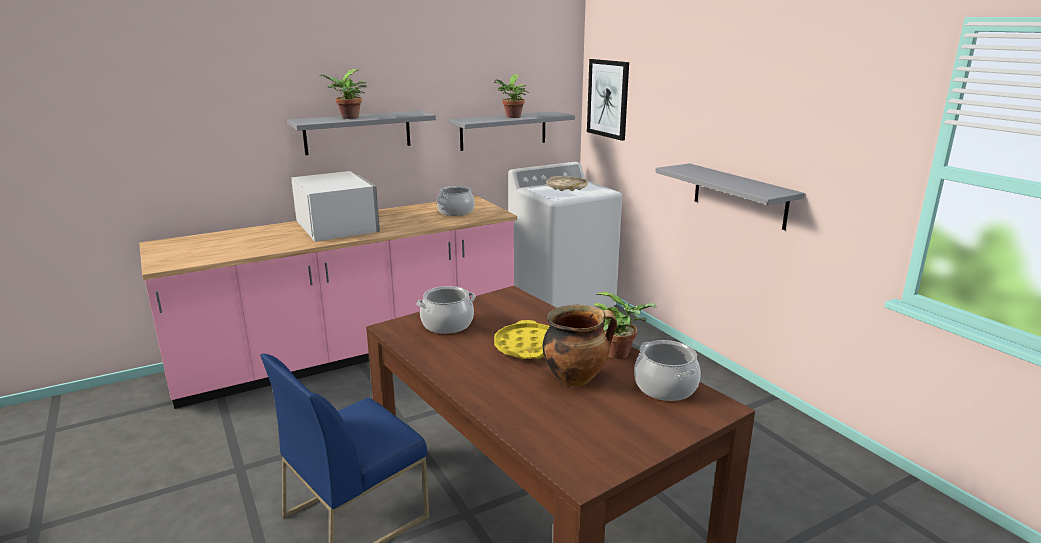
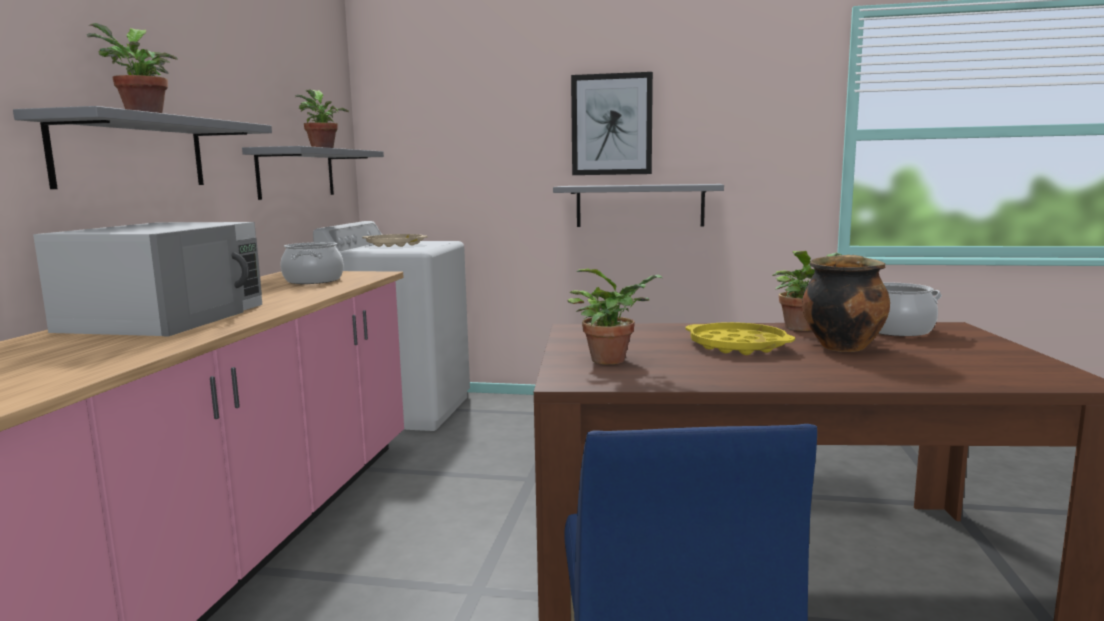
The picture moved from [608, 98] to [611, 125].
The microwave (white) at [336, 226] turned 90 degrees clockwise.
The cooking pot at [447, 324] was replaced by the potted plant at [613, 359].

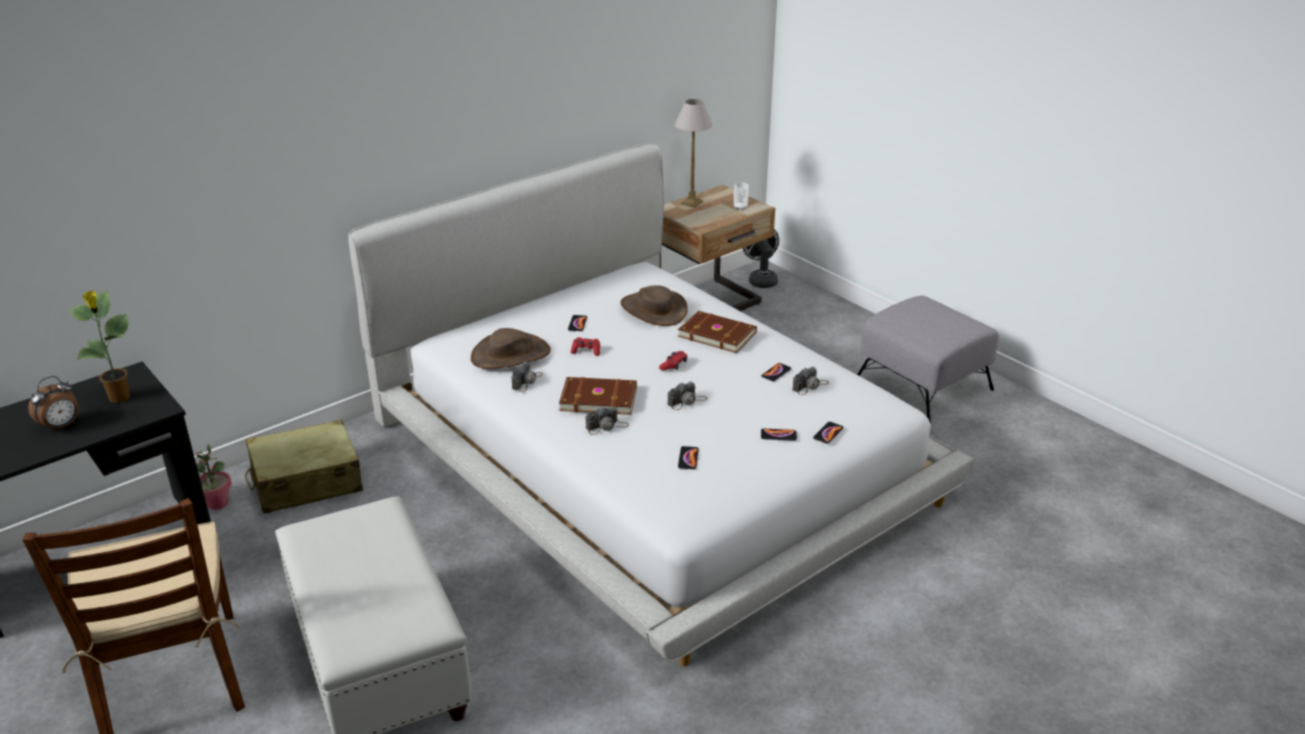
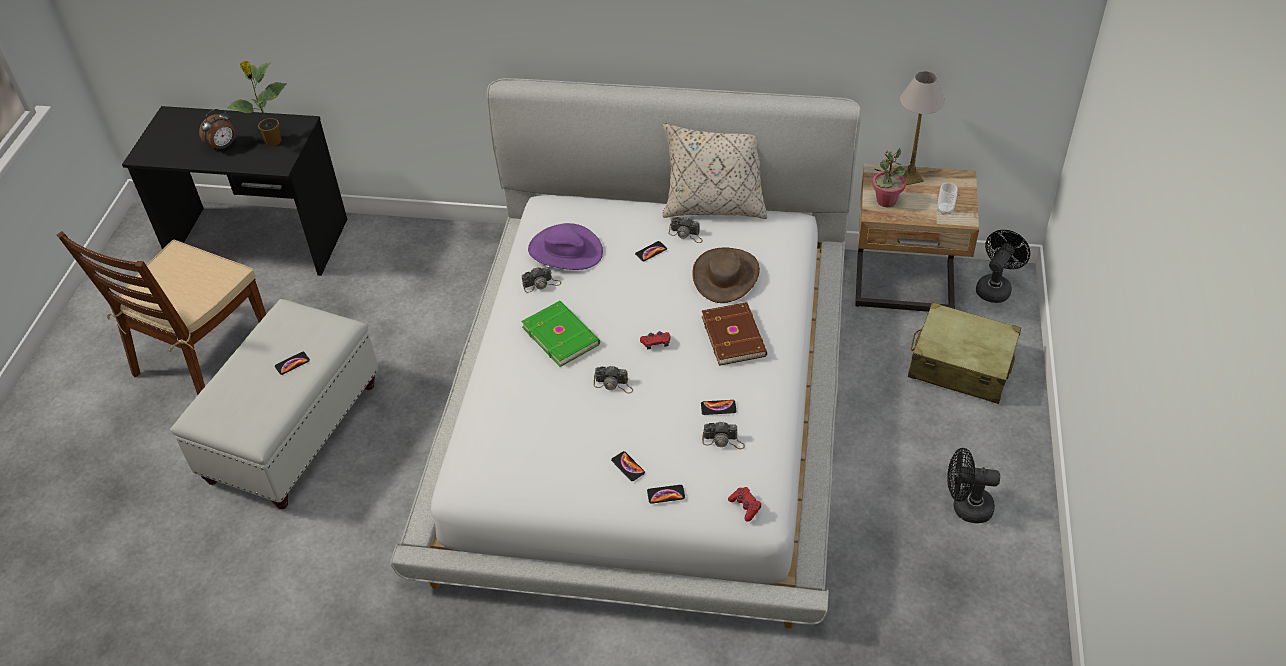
The ottoman (grey) at [923, 386] was replaced by the fan (black) at [965, 507].
The hat (brown) at [510, 355] became the hat (purple) at [565, 251].
The game controller (red) moved from [586, 351] to [745, 506].
The alarm clock at [61, 426] turned 45 degrees counterclockwise.
The book (brown) at [598, 398] became the book (green) at [561, 335].
The photo camera moved from [607, 426] to [686, 234].
The suitcase (beige) moved from [306, 482] to [960, 365].
The potted plant moved from [217, 503] to [886, 201].
The phone moved from [688, 458] to [292, 363].
The pillow (beige) at [714, 207] appeared.

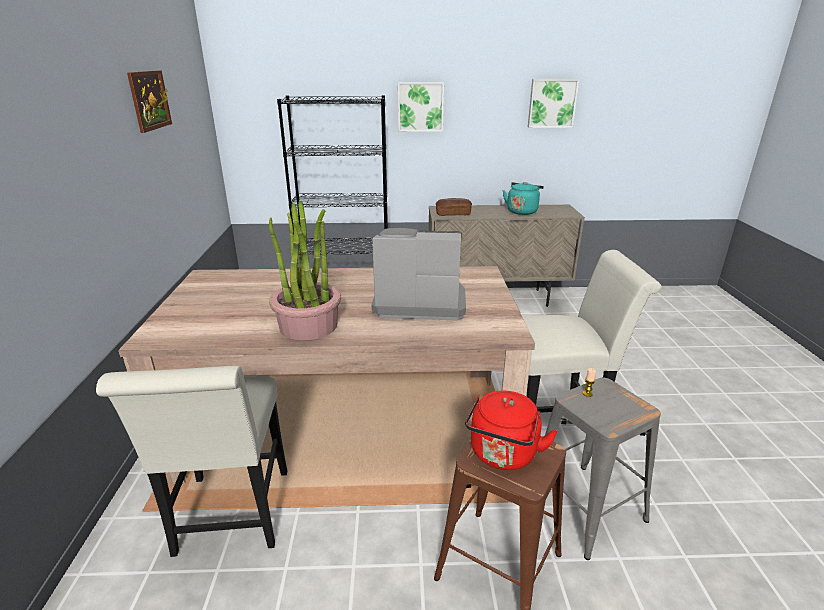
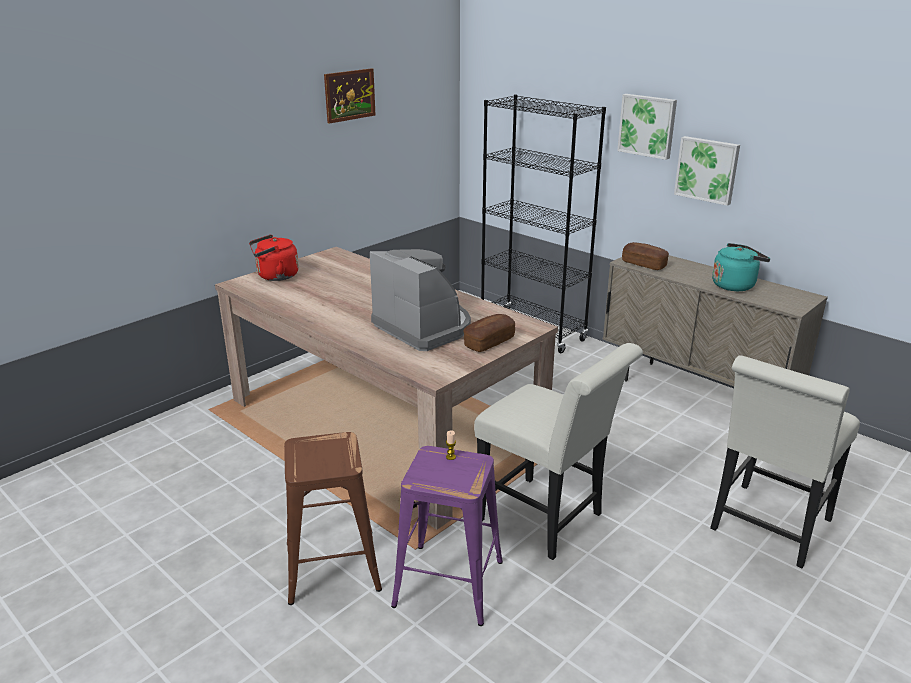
The picture moved from [552, 103] to [707, 169].
The potted plant at [308, 326] disappeared.
The chair (white) moved from [231, 519] to [767, 529].
The stool (grey) at [584, 507] became the stool (purple) at [449, 582].
The kettle (red) moved from [503, 455] to [275, 276].
The bread at [489, 342] appeared.

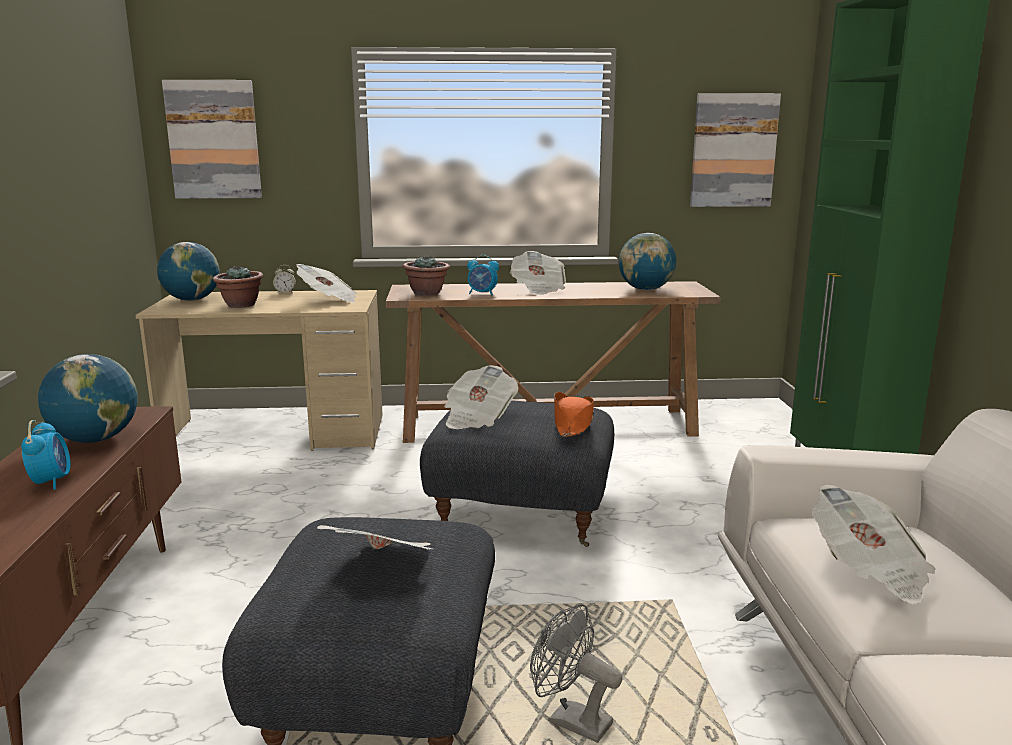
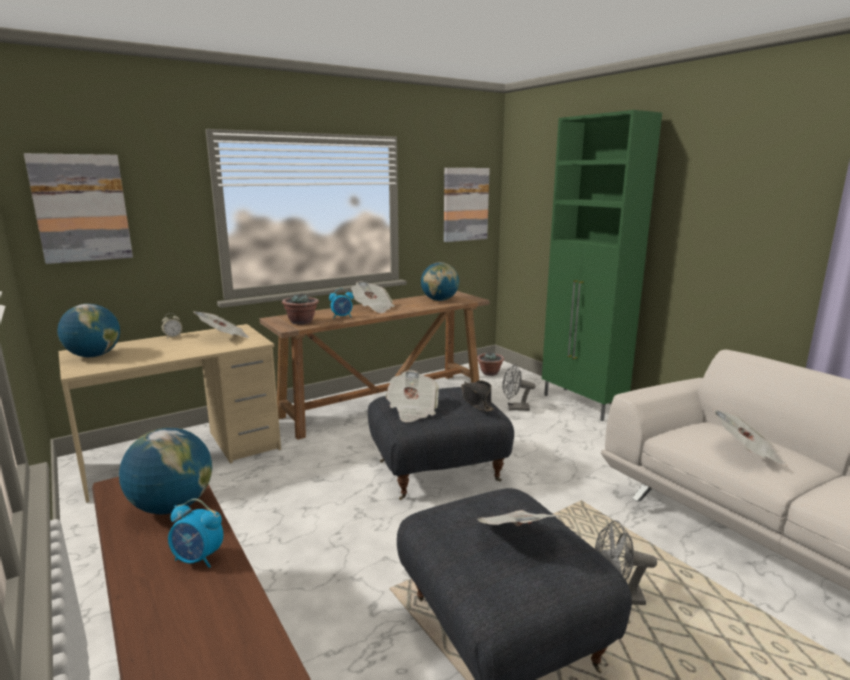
The potted plant moved from [240, 305] to [490, 373].
The hat (orange) at [573, 424] became the hat (black) at [476, 401].
The alarm clock at [51, 482] turned 150 degrees clockwise.
The fan (grey) at [515, 408] appeared.

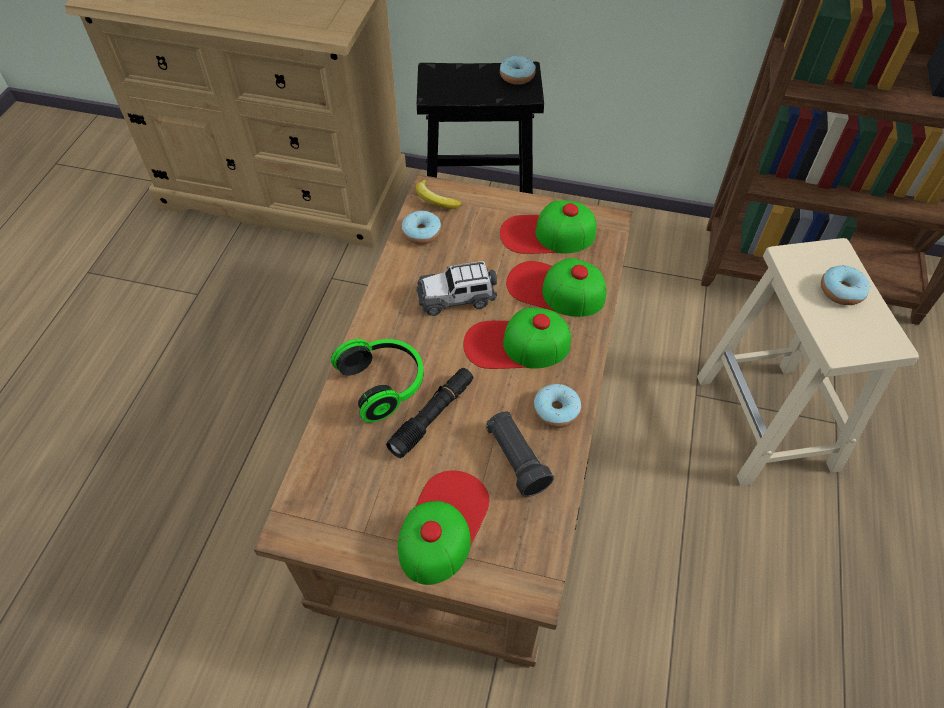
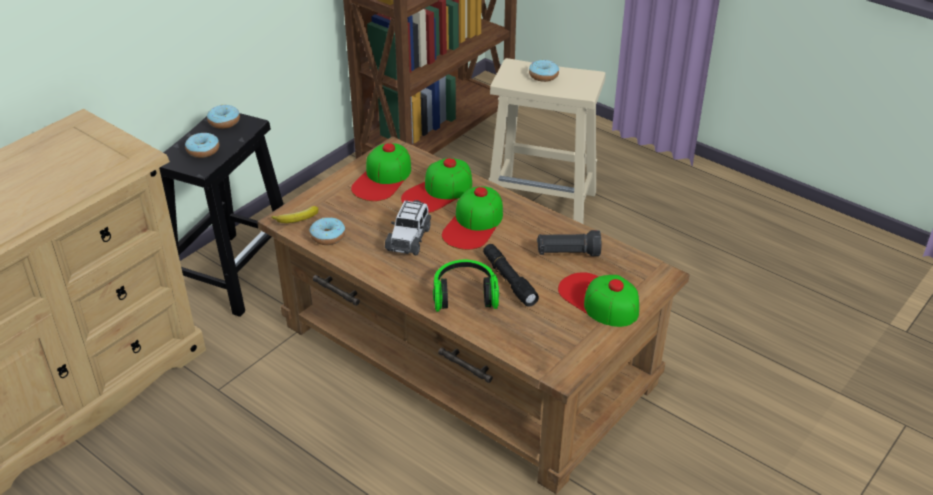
The donut moved from [556, 410] to [203, 150].

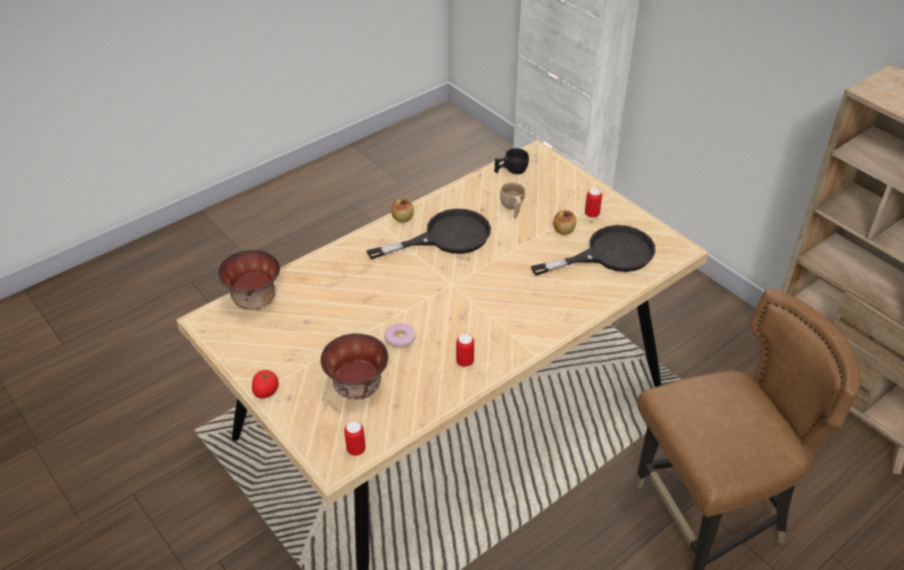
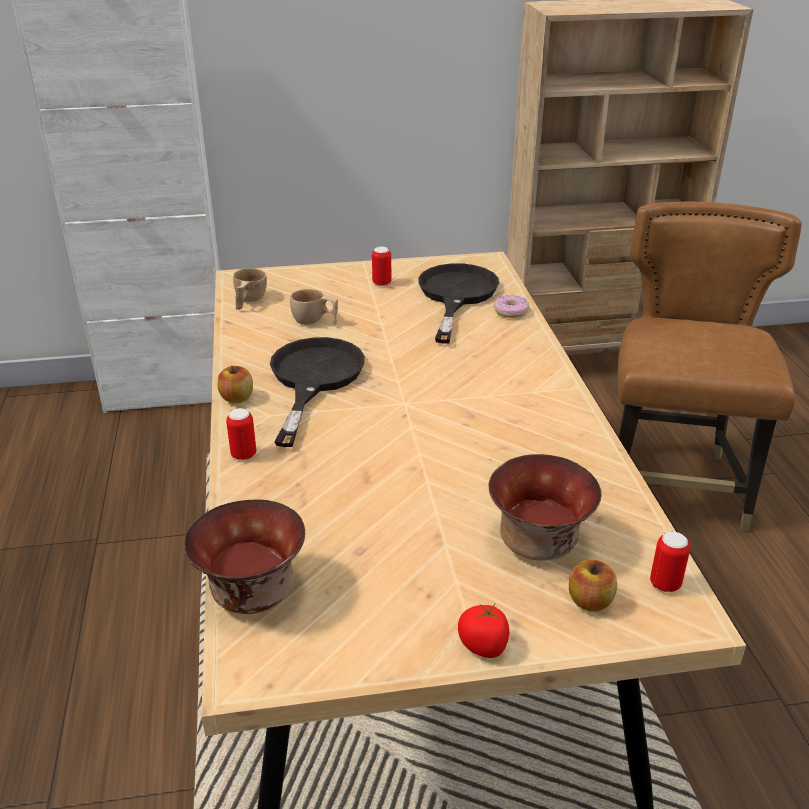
The cup (black) at [510, 171] became the cup (beige) at [248, 301].
The apple moved from [563, 230] to [590, 601].
The donut moved from [400, 339] to [510, 311].
The can moved from [465, 361] to [243, 455].

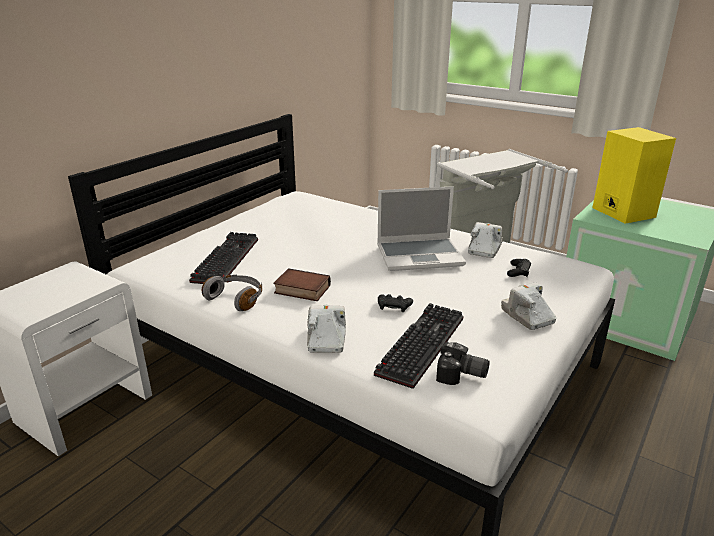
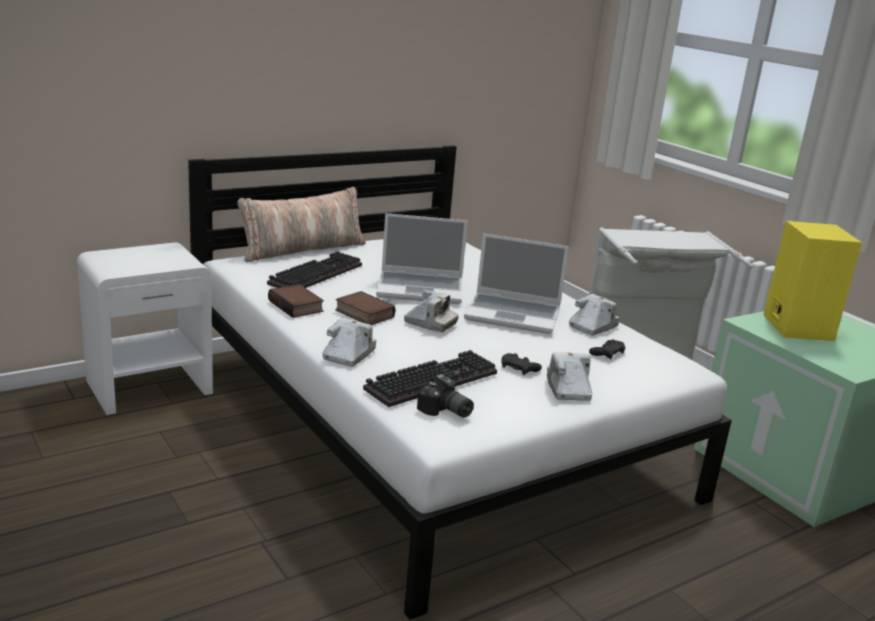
The headphones (grey) at [236, 299] was replaced by the book at [297, 306].
The game controller (black) moved from [394, 306] to [519, 368].
The pillow at [302, 250] appeared.
The laptop at [421, 289] appeared.
The photo camera at [430, 323] appeared.

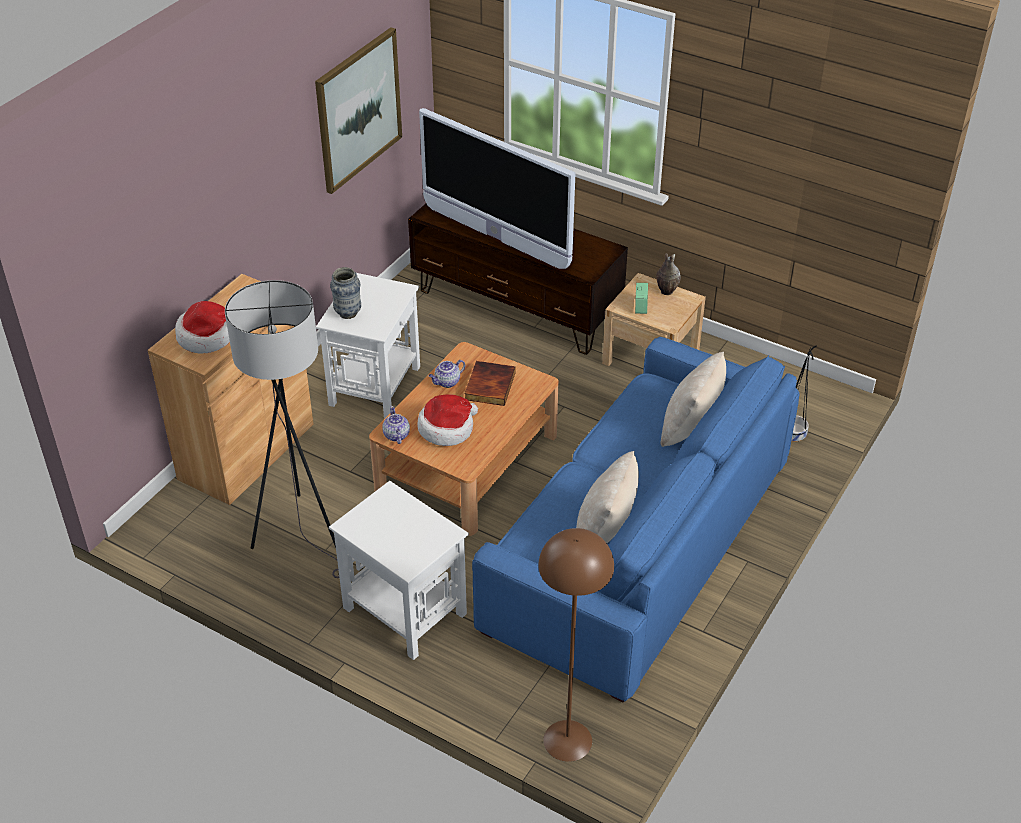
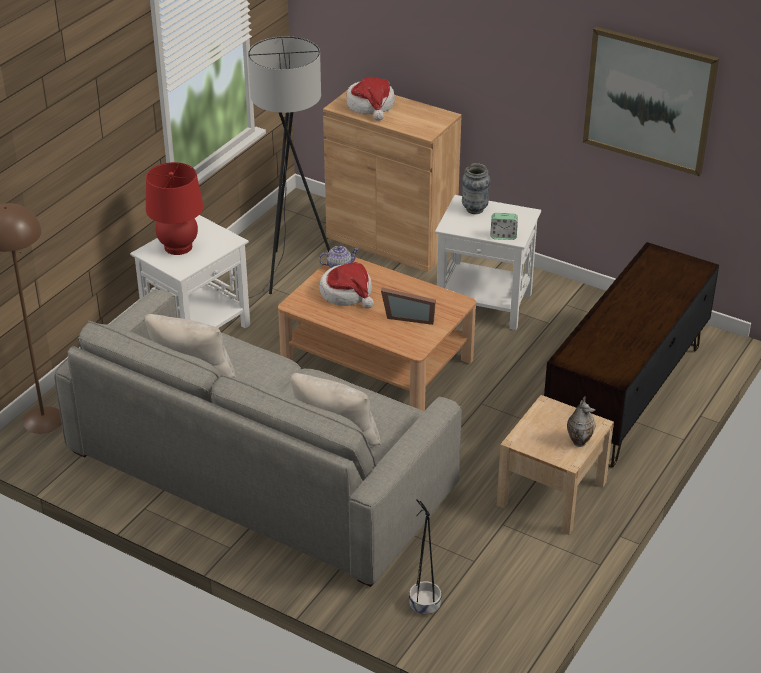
The television at [495, 237] disappeared.
The alarm clock moved from [640, 307] to [503, 236].
The sofa (blue) at [639, 545] became the sofa (grey) at [259, 471].
The teapot at [447, 382] disappeared.
The book at [489, 385] was replaced by the picture frame at [409, 316].
The table lamp (red) at [178, 247] appeared.

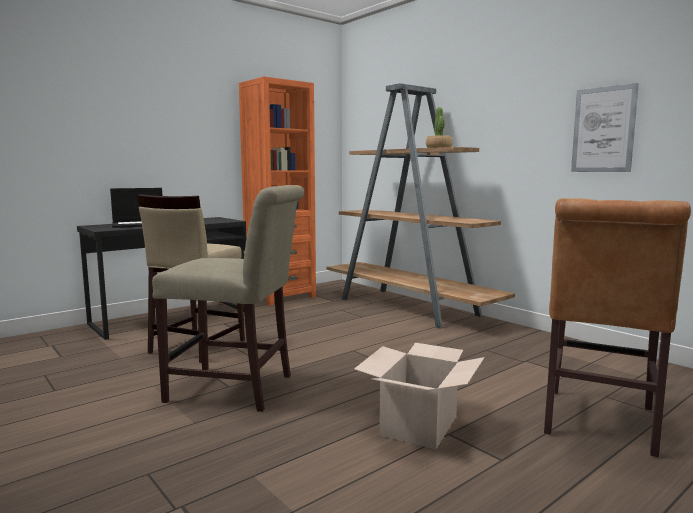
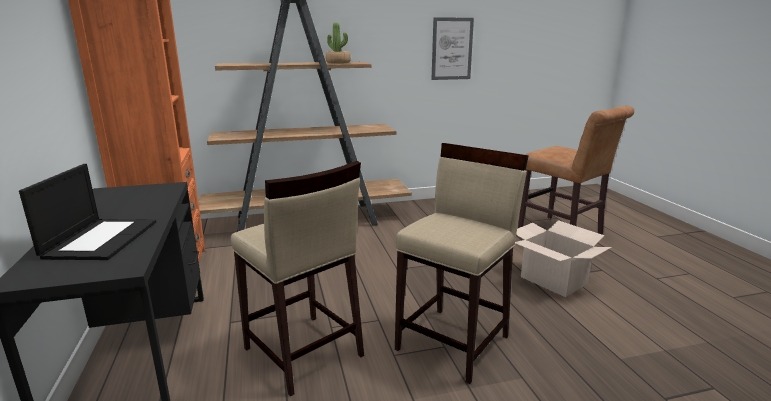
The chair (beige) at [237, 389] was replaced by the stool (beige) at [454, 342].

